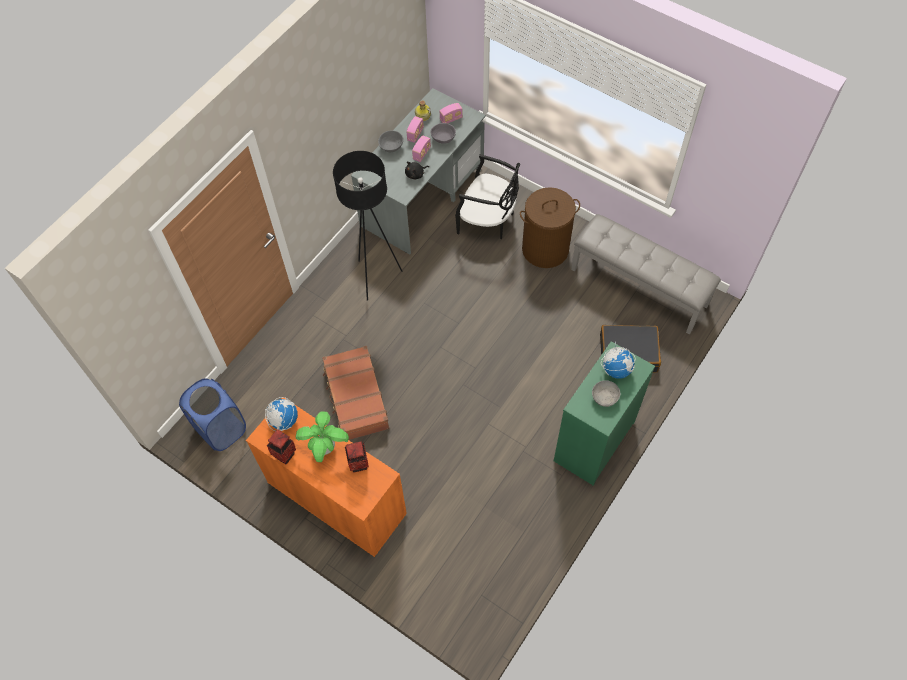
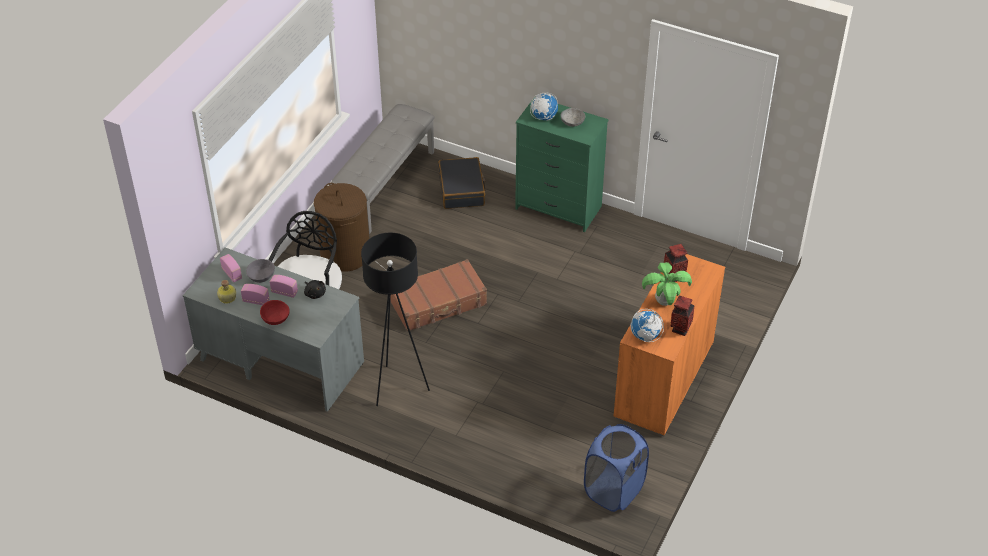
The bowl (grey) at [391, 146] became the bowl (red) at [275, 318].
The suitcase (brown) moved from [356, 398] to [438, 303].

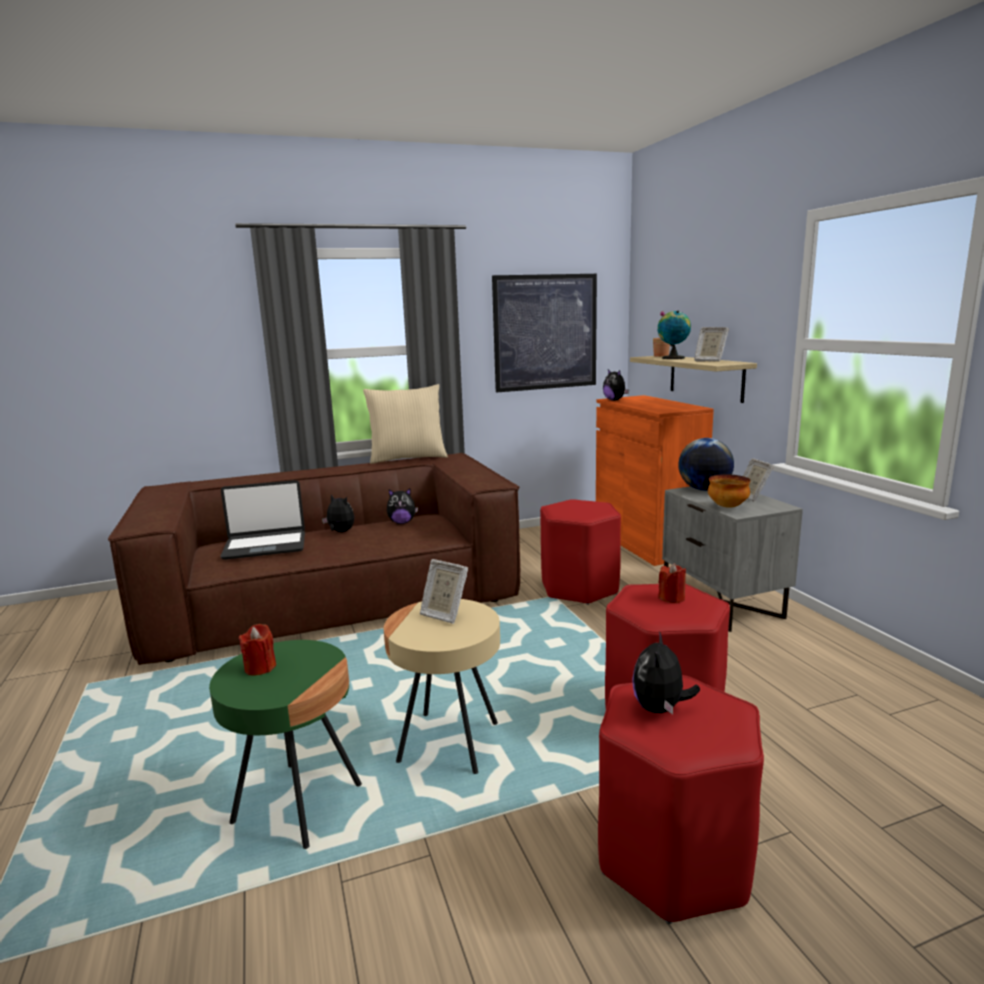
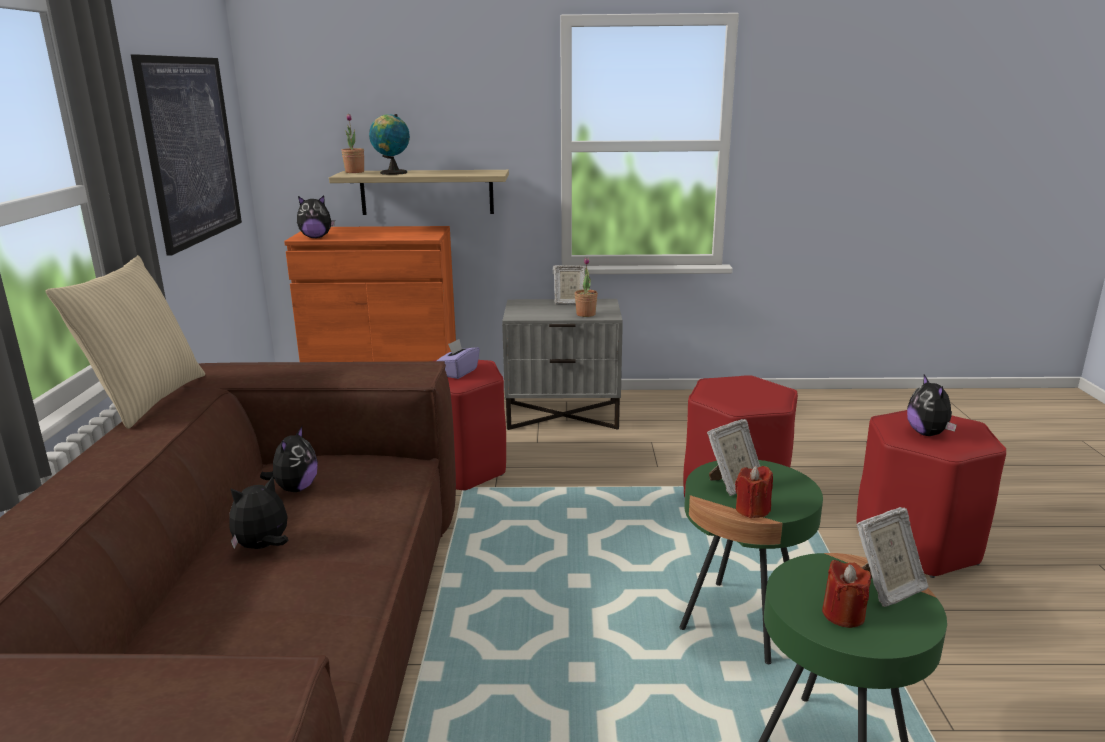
The picture frame moved from [709, 361] to [887, 589].
The globe at [704, 490] disappeared.
The bowl at [727, 506] was replaced by the potted plant at [585, 314].
The laptop at [265, 546] disappeared.
The candle (red) moved from [671, 598] to [752, 510].
The side table (beige) at [448, 743] became the side table (green) at [741, 622].
The plush toy at [660, 709] turned 45 degrees clockwise.
The tissue box (purple) at [458, 372] appeared.

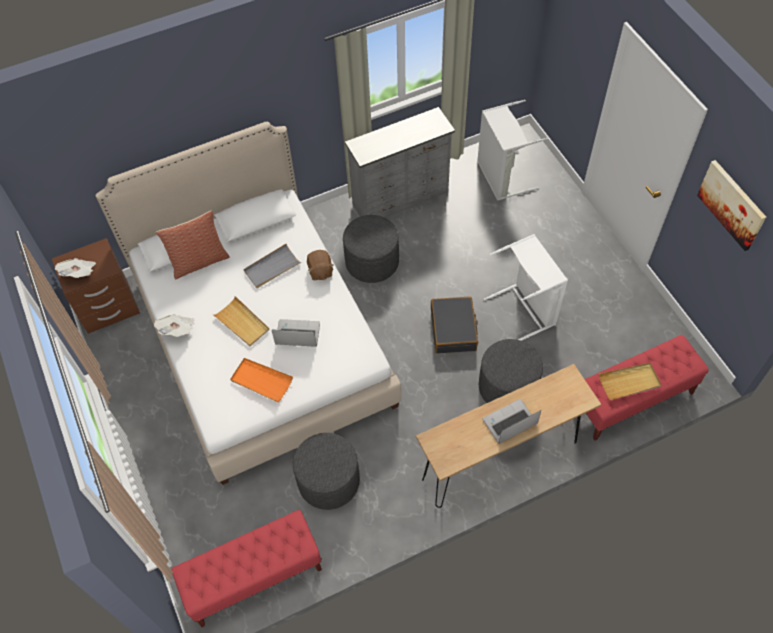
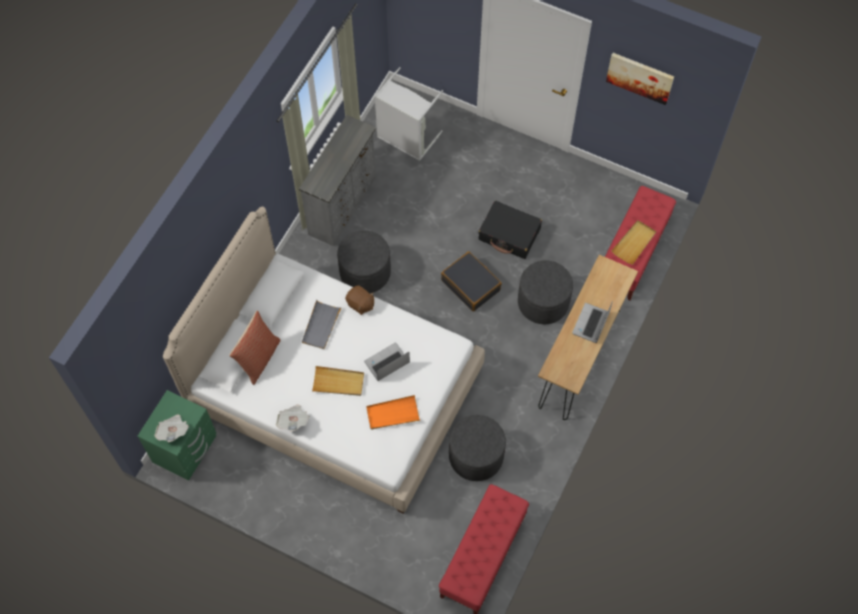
The laundry basket (white) at [526, 309] was replaced by the suitcase (black) at [509, 234].
The nightstand (brown) at [108, 308] became the nightstand (green) at [185, 449].

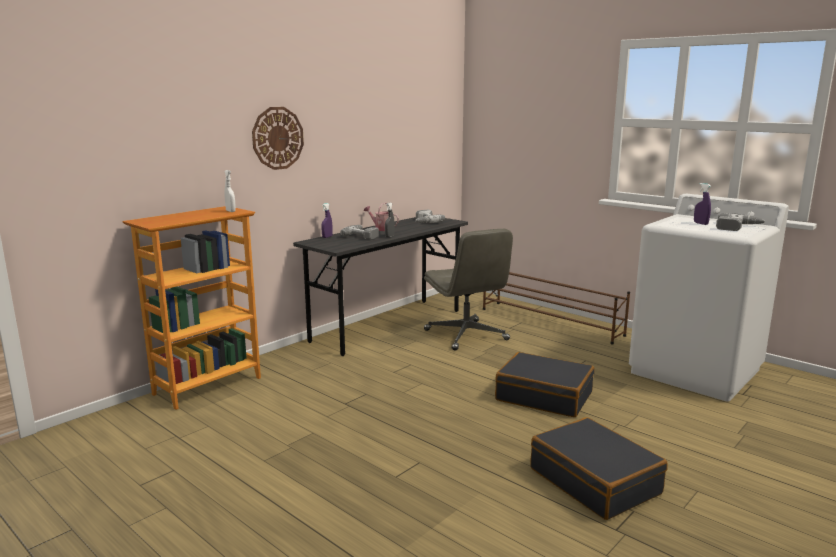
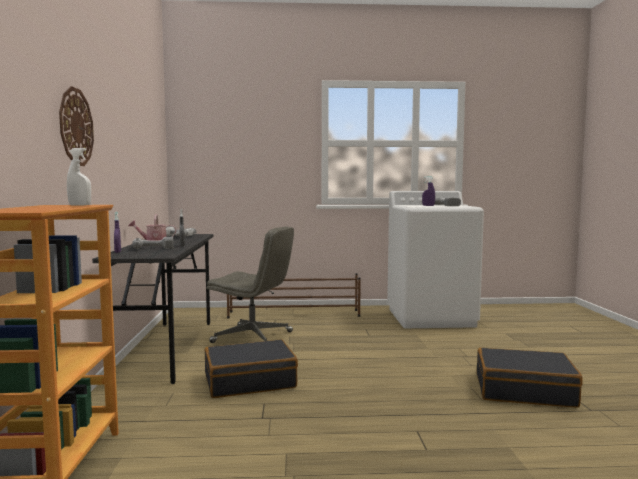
The suitcase (black) moved from [544, 396] to [249, 381].

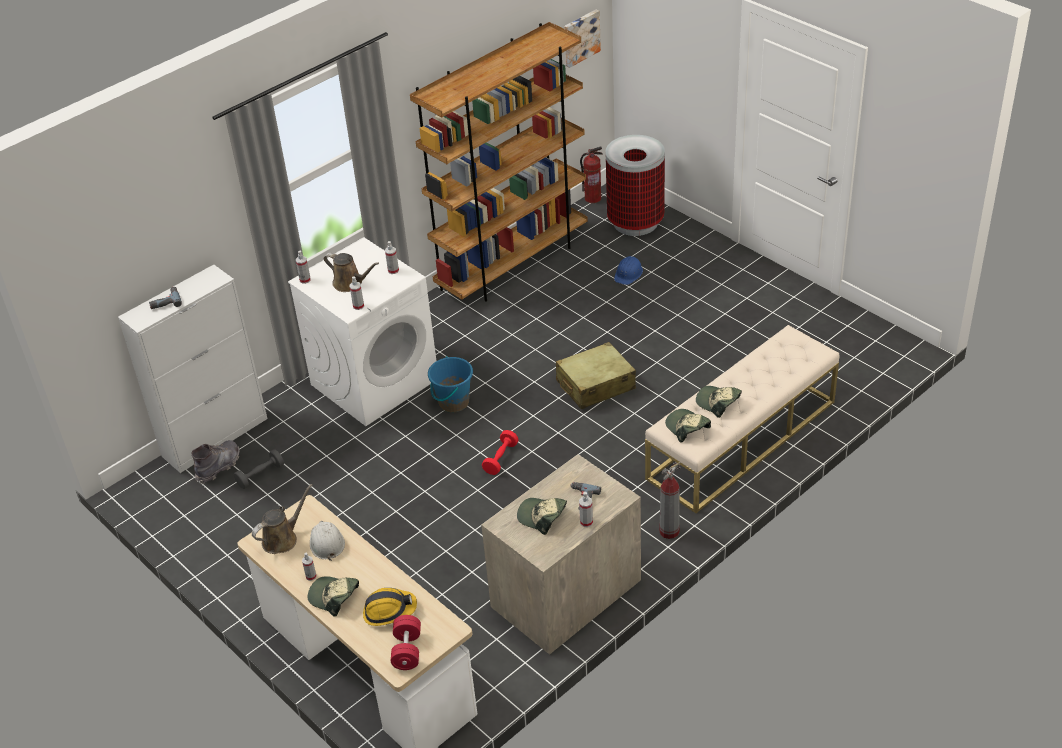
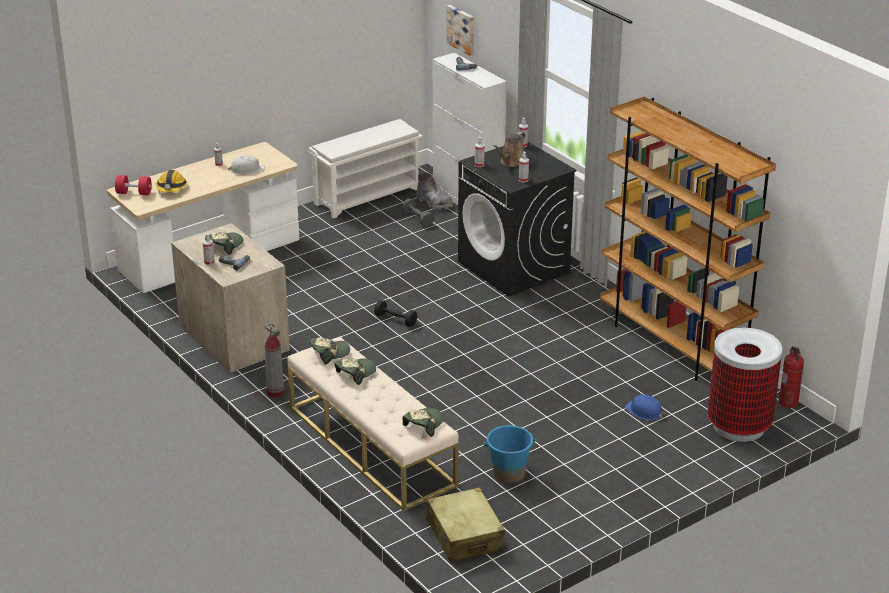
The picture moved from [580, 37] to [462, 29].
The washing machine (white) at [375, 381] became the washing machine (black) at [514, 267].
The suitcase (beige) moved from [595, 385] to [465, 535].
The bucket (blue) moved from [453, 402] to [509, 473].
The dumbbell (red) at [500, 458] became the dumbbell (black) at [395, 320].
The watering can (brown) at [282, 539] disappeared.
The cap moved from [334, 597] to [423, 424].
The shoe rack (white) at [367, 196] appeared.

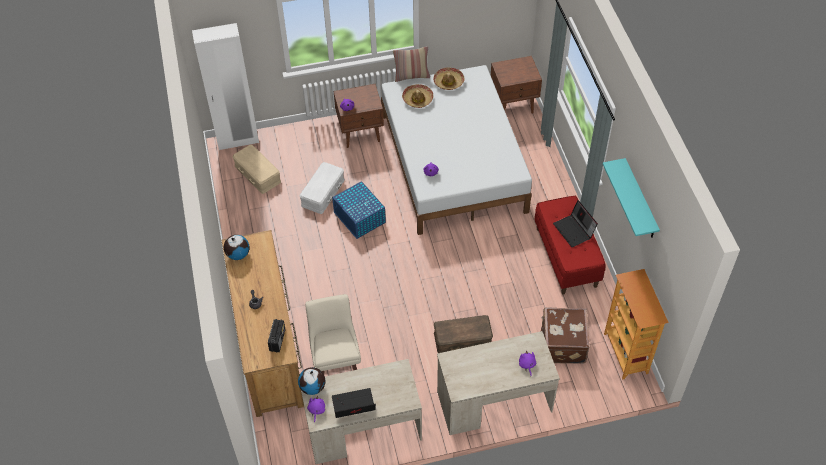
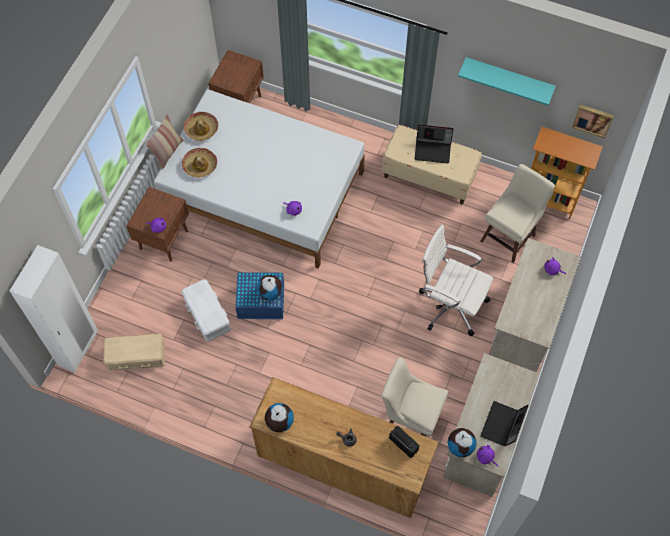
The bench (red) at [566, 257] became the bench (beige) at [429, 176].
The suitcase (brown) at [562, 344] was replaced by the stool (beige) at [509, 237].
The storage box (brown) at [462, 338] was replaced by the office chair (white) at [450, 304].
The picture at [593, 120] appeared.
The globe at [270, 293] appeared.

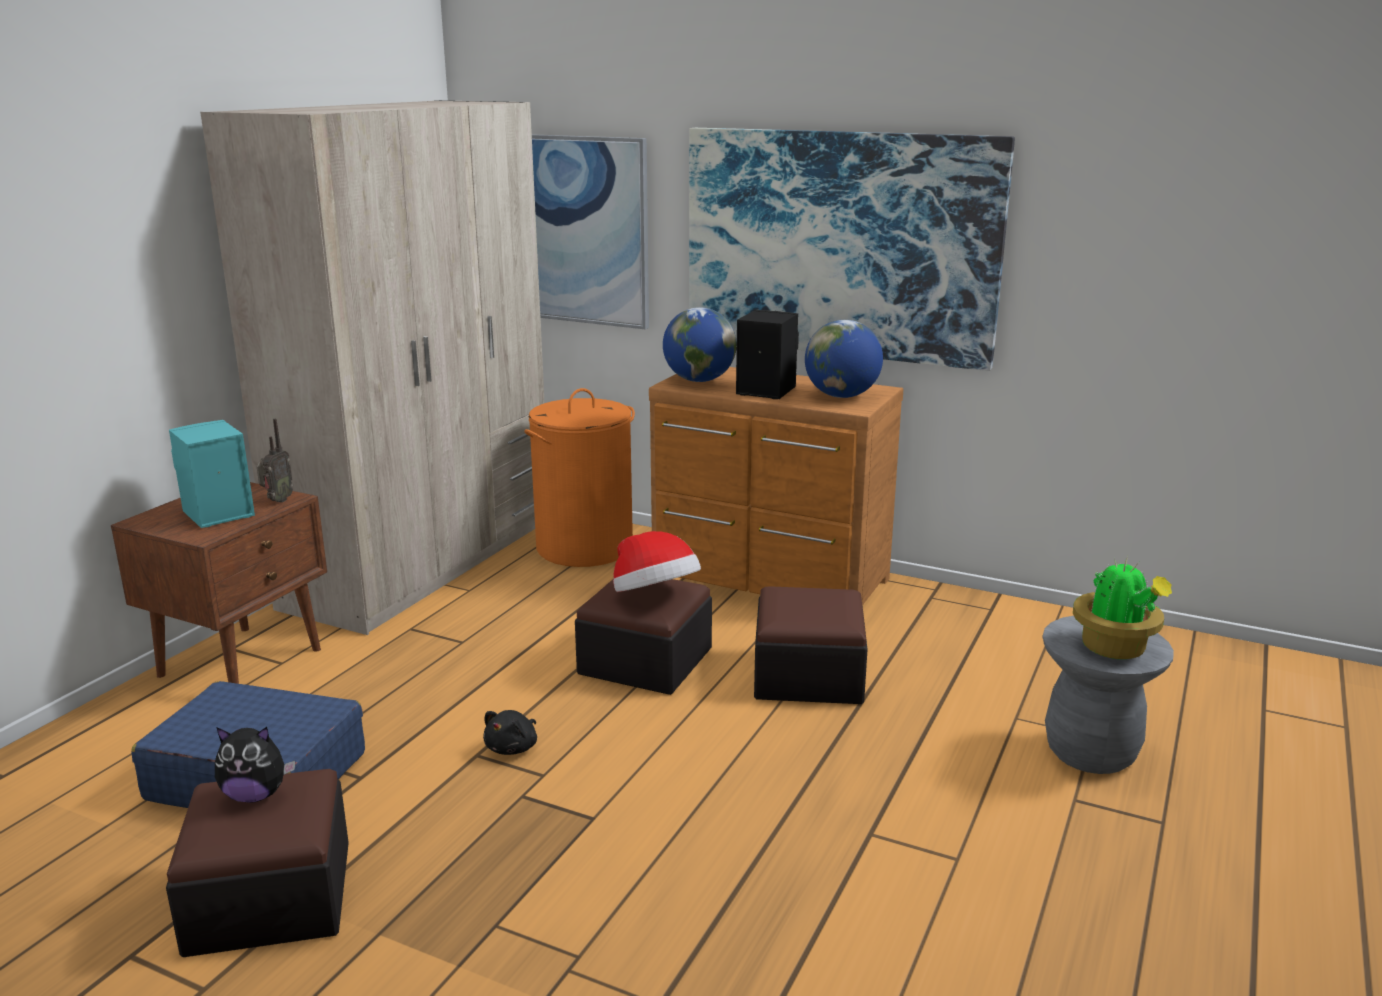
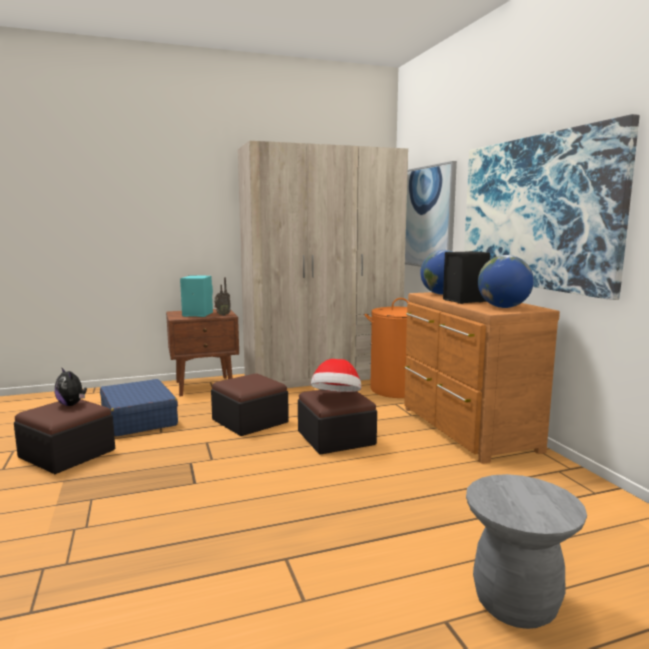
The potted plant at [1115, 649] disappeared.
The ottoman moved from [808, 675] to [250, 421].
The plush toy (black) at [513, 748] disappeared.

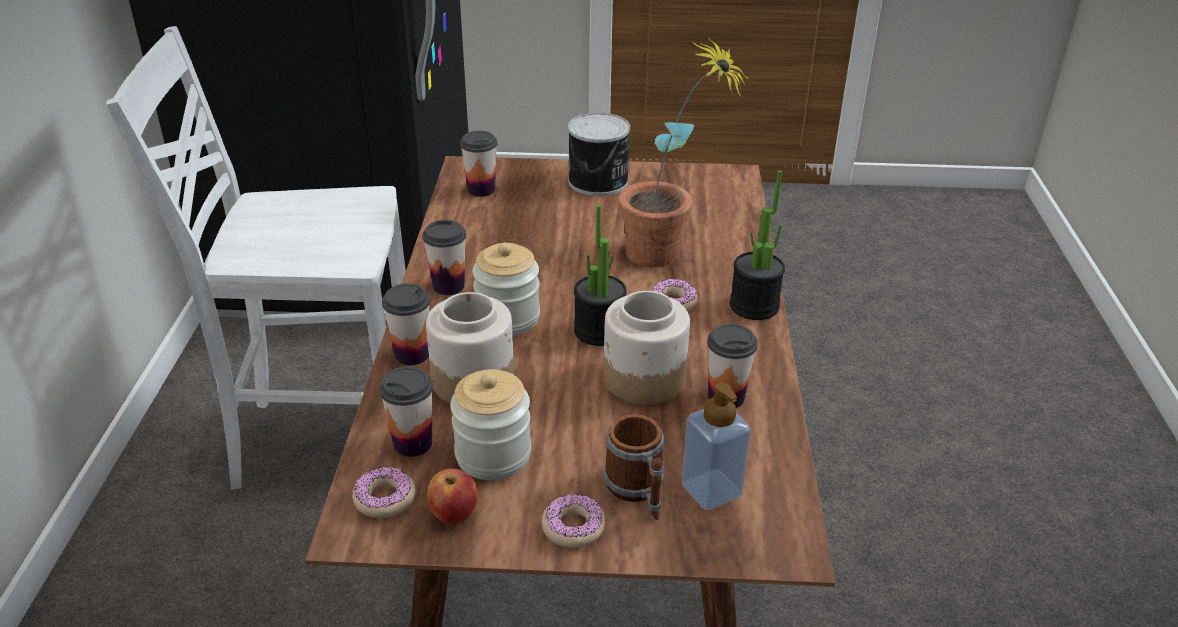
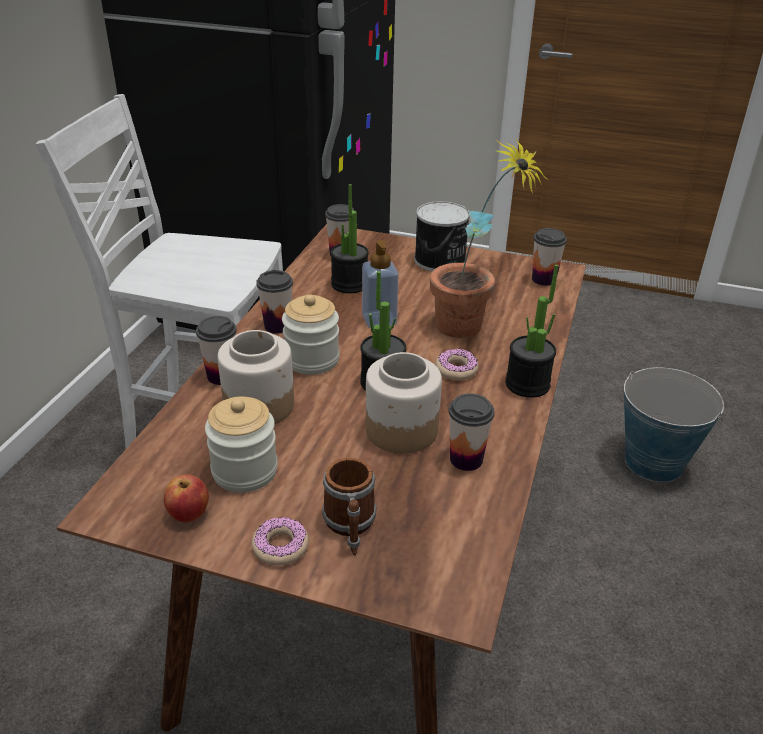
The cup moved from [413, 443] to [543, 279].
The soap dispenser moved from [711, 490] to [379, 320].
The donut at [385, 499] disappeared.
The potted plant at [349, 284] appeared.
The bucket at [653, 462] appeared.

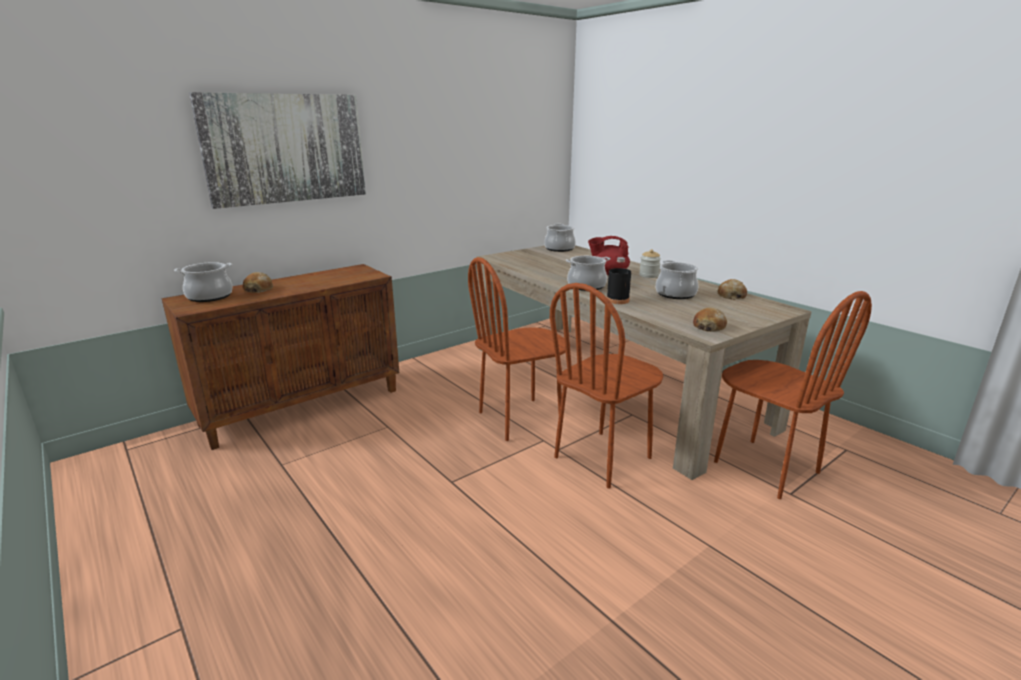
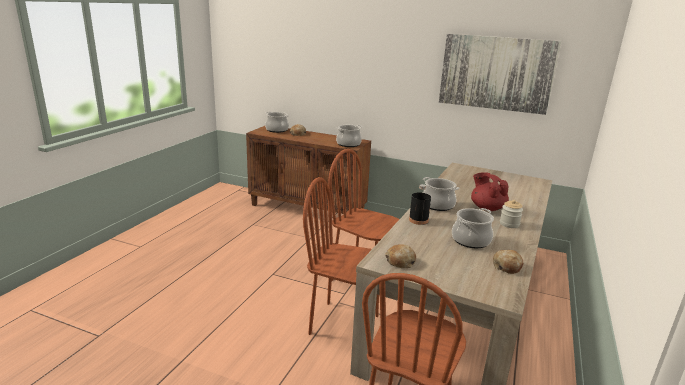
The picture moved from [286, 148] to [496, 73].
The cooking pot moved from [559, 248] to [348, 144].

